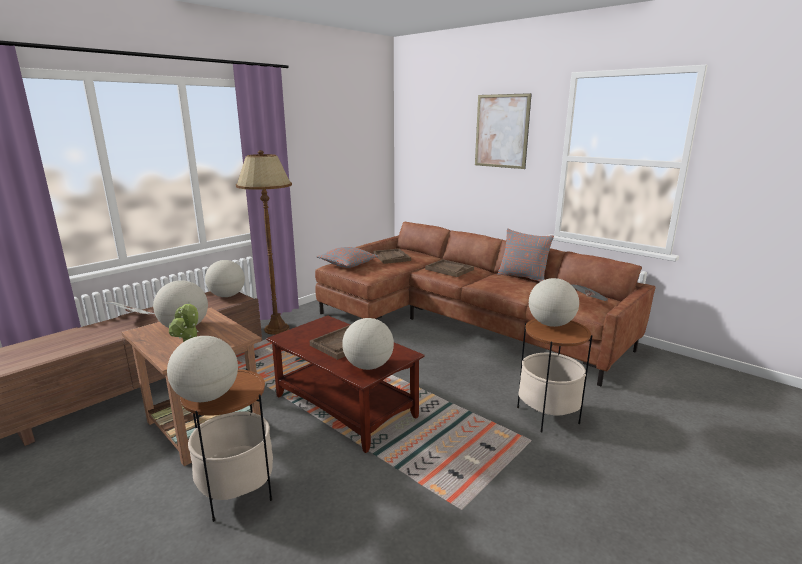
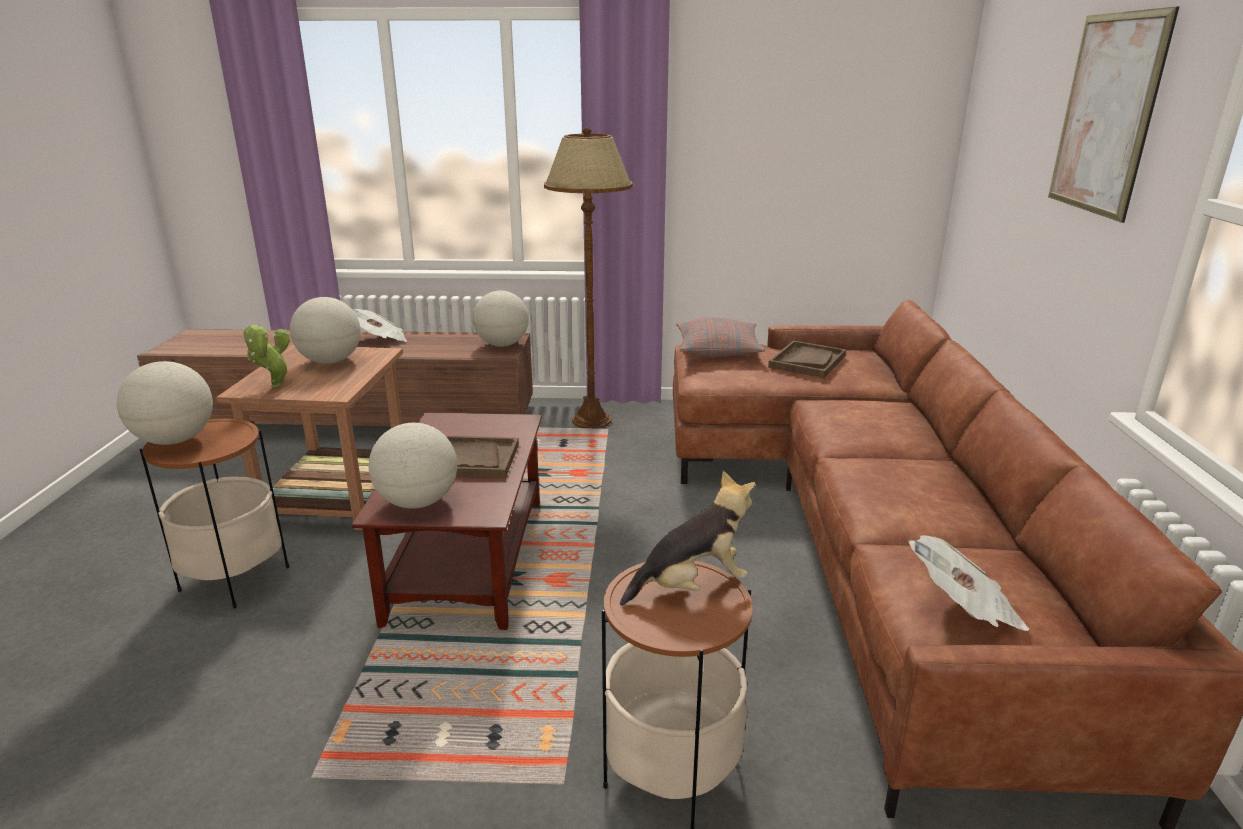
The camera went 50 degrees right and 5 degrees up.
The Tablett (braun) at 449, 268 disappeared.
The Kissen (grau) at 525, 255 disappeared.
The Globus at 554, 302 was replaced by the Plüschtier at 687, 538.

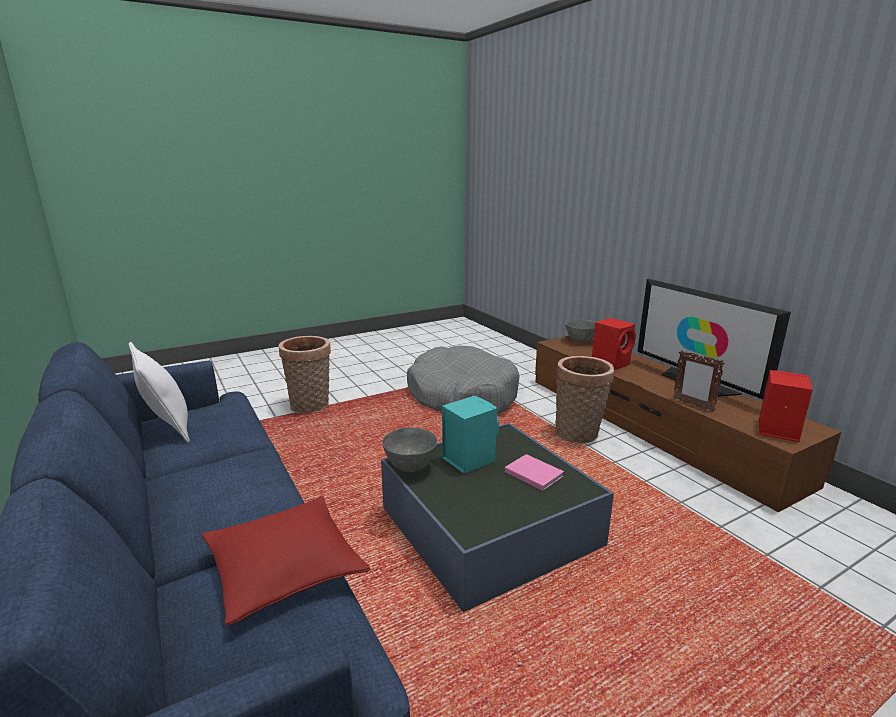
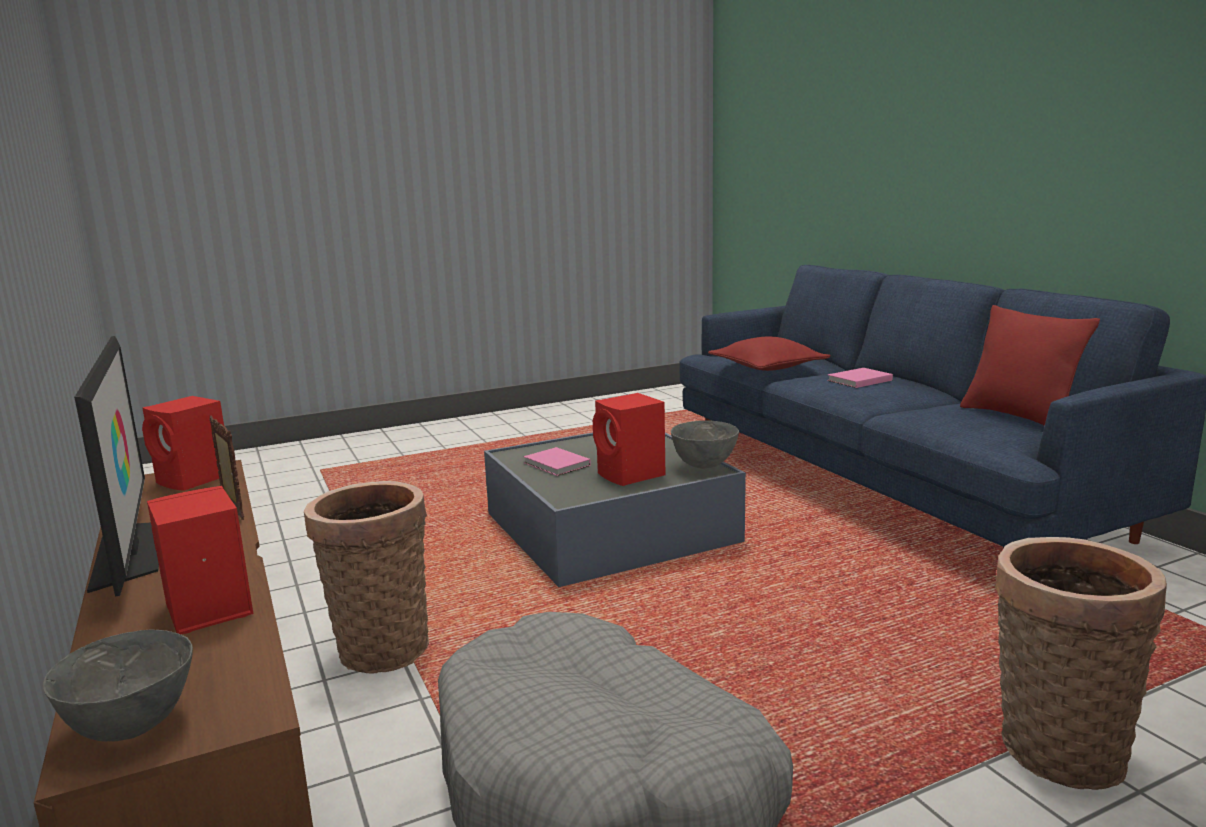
The camera went 175 degrees left and 5 degrees down.
The Buch (rosa) at 860, 378 appeared.
The Kissen (weiß) at 159, 392 became the Kissen (rot) at 1030, 365.
The Lautsprecher (türkis) at 470, 435 became the Lautsprecher (rot) at 629, 439.

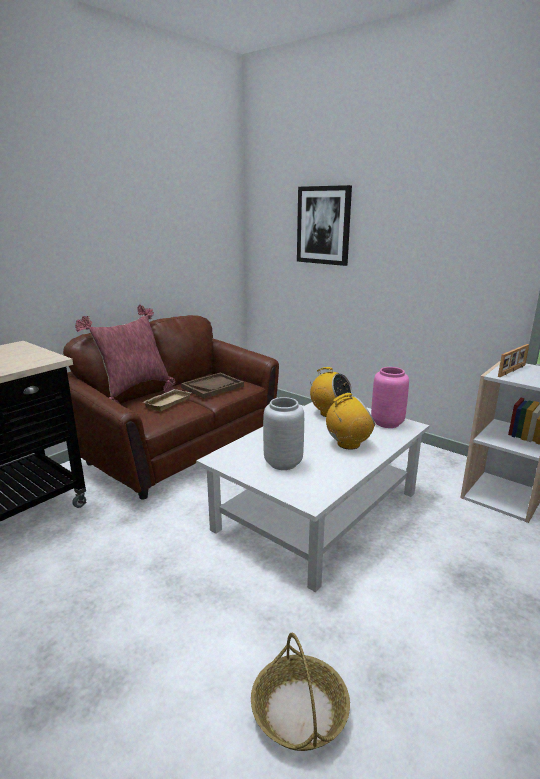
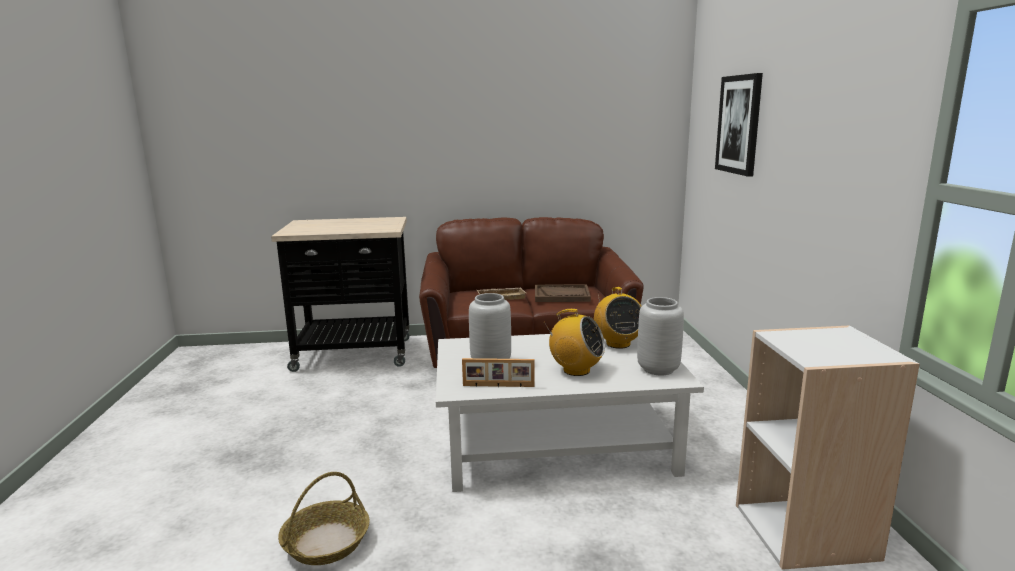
The camera went 45 degrees right and 5 degrees down.
The Kissen (rot) at 125, 354 disappeared.
The Bilderrahmen moved from 513, 360 to 498, 372.
The Vase (rosa) at 390, 397 became the Vase (grau) at 660, 336.

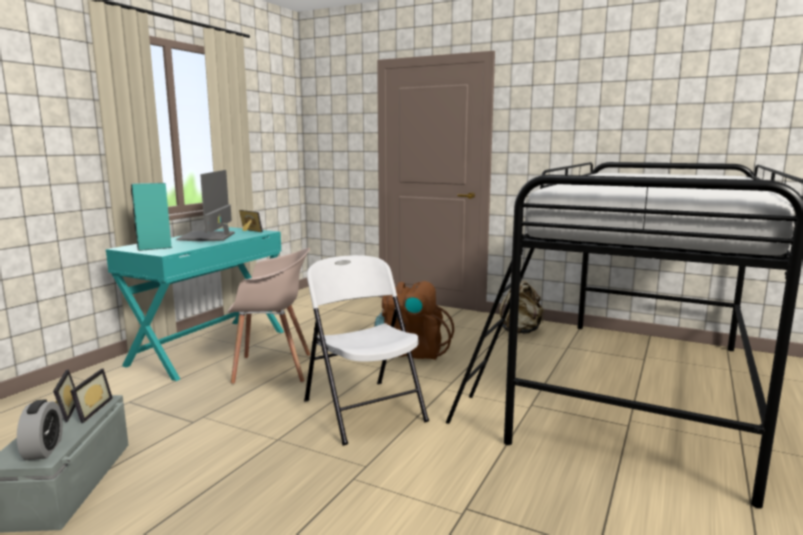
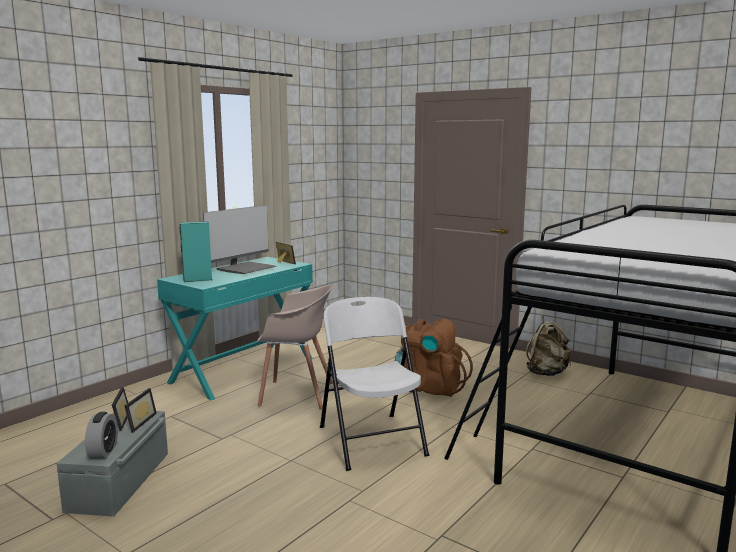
The camera went 10 degrees right and 0 degrees up.
The Monitor at 205, 205 turned 150 degrees counterclockwise.

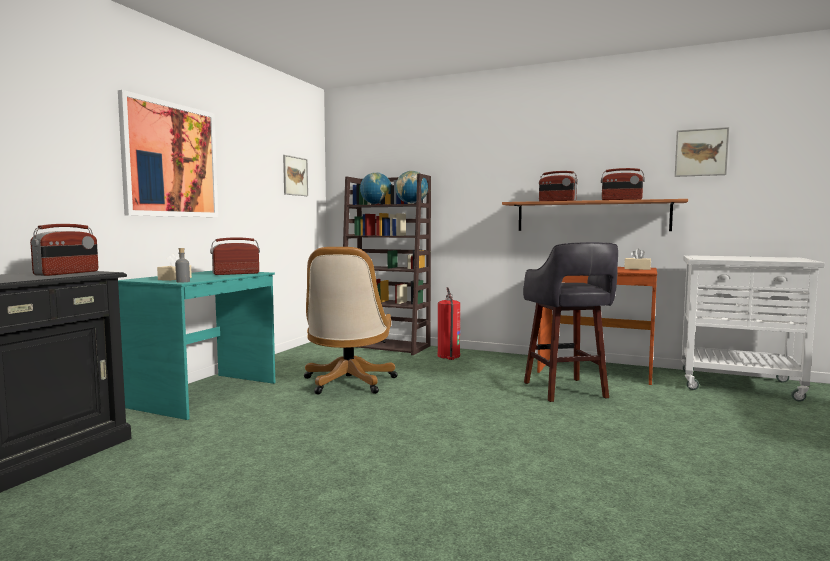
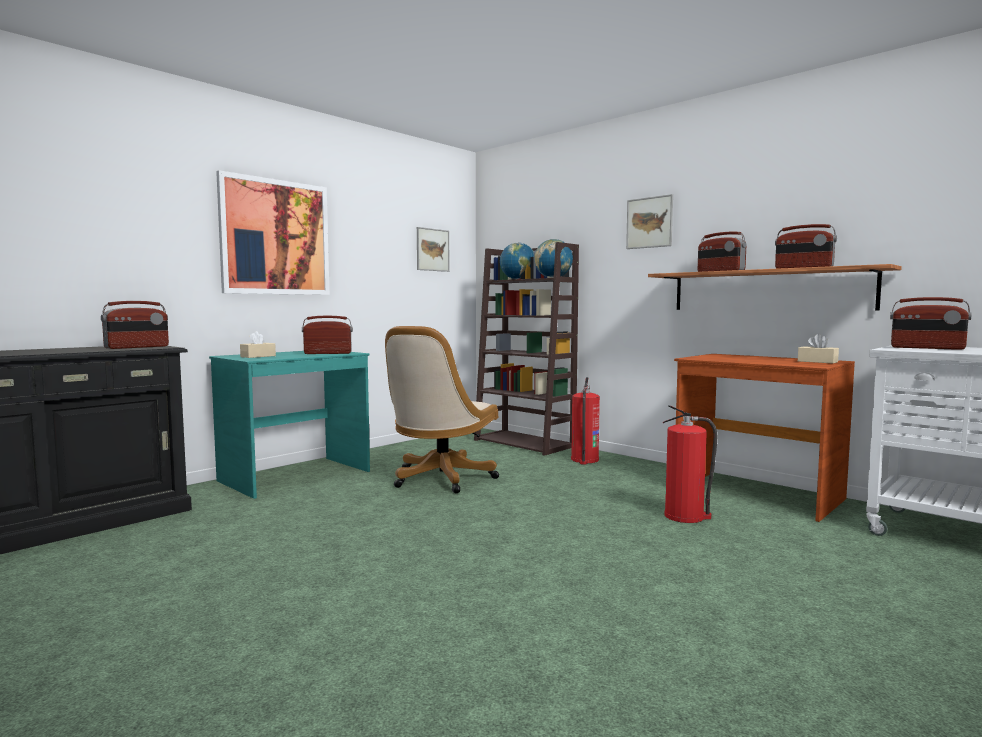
The camera went 20 degrees right and 0 degrees up.
The Flasche (grau) at 182, 265 disappeared.
The Radio at 931, 323 appeared.
The Bild moved from 702, 152 to 649, 221.
The Hocker (grau) at 570, 322 was replaced by the Feuerlöscher at 690, 464.

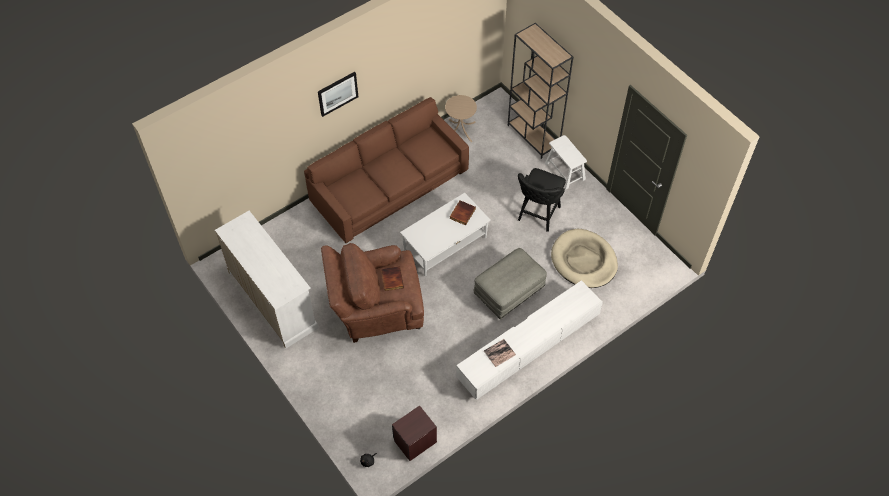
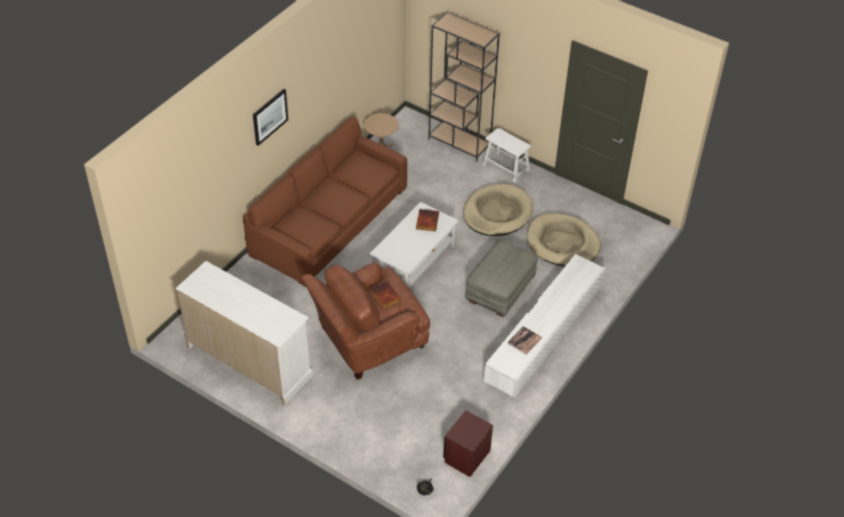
The camera went 20 degrees left and 10 degrees down.
The Hocker (schwarz) at 542, 200 was replaced by the Hundebett (beige) at 498, 209.

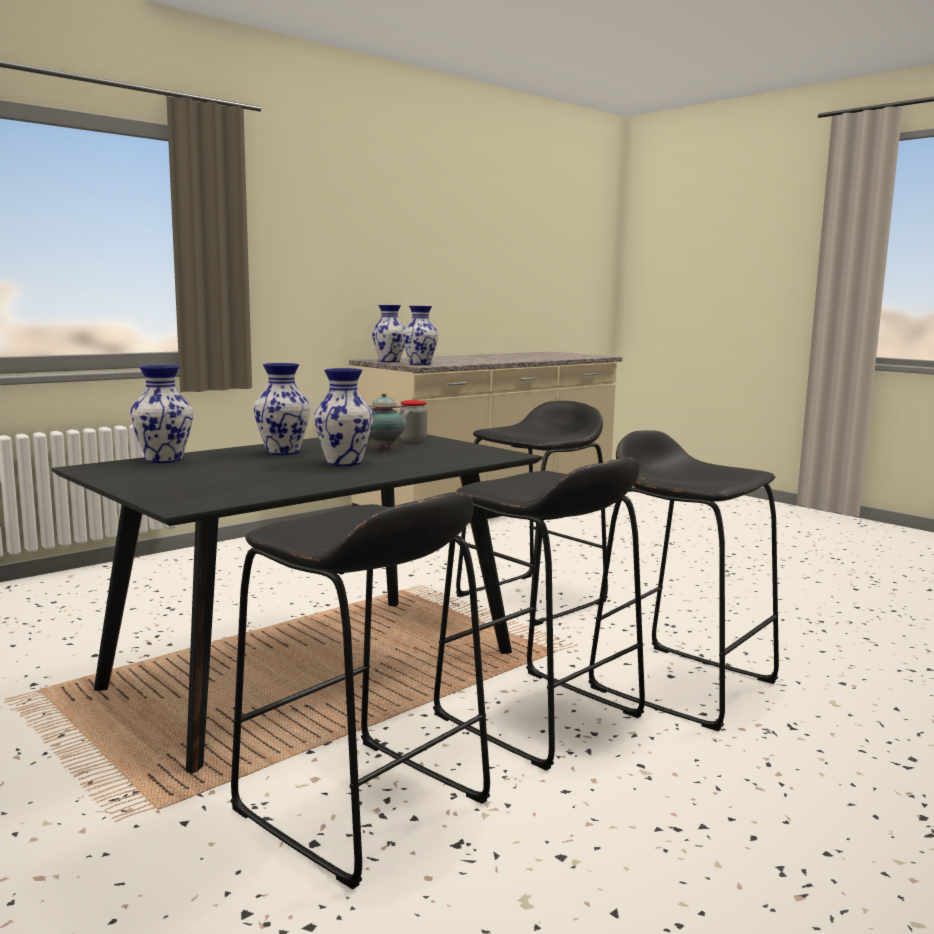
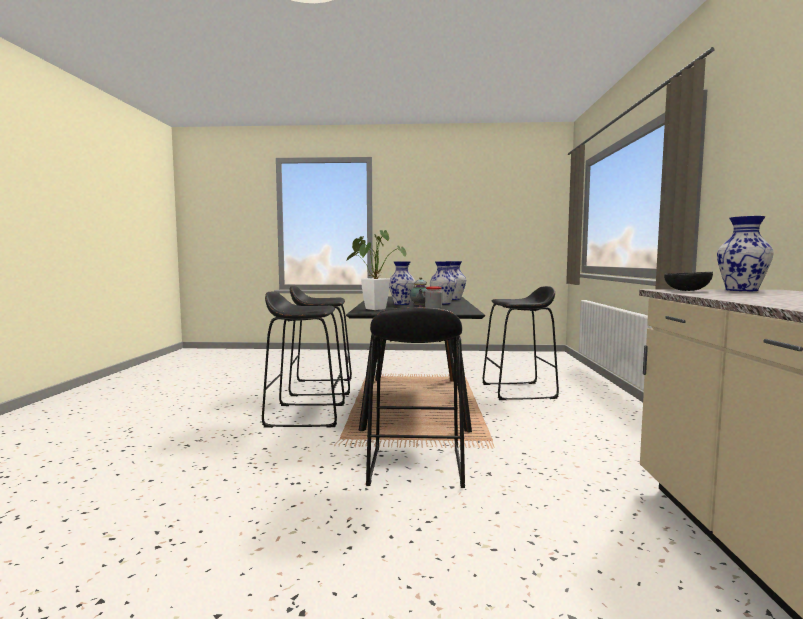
The camera went 135 degrees right and 5 degrees down.
The Topfpflanze at 377, 270 appeared.
The Hocker (schwarz) moved from 684, 581 to 520, 343.
The Vase at 420, 335 was replaced by the Schüssel (schwarz) at 688, 281.

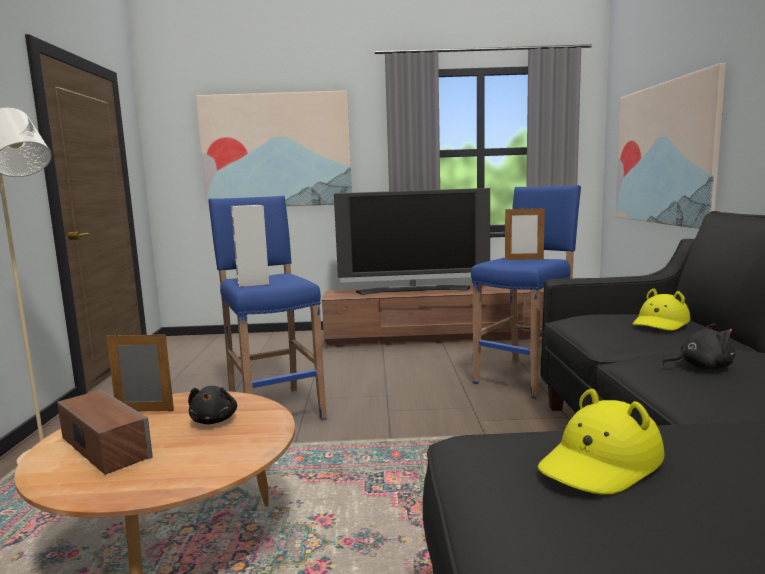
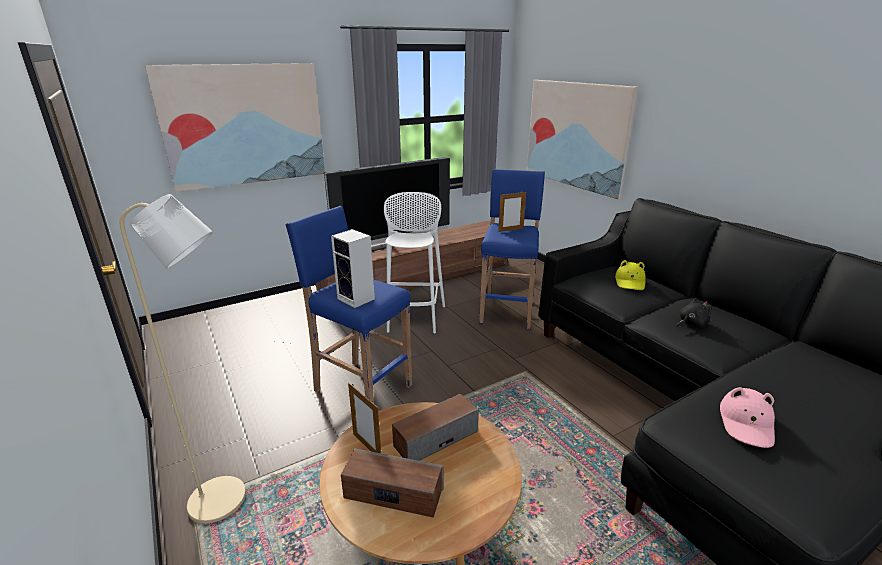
The camera went 30 degrees left and 15 degrees up.
The Hocker (weiß) at 414, 262 appeared.
The Plüschtier (schwarz) at 212, 405 was replaced by the Lautsprecher at 435, 427.
The Hut (gelb) at 601, 442 became the Hut (rosa) at 747, 417.
The Bilderrahmen at 140, 371 turned 105 degrees counterclockwise.

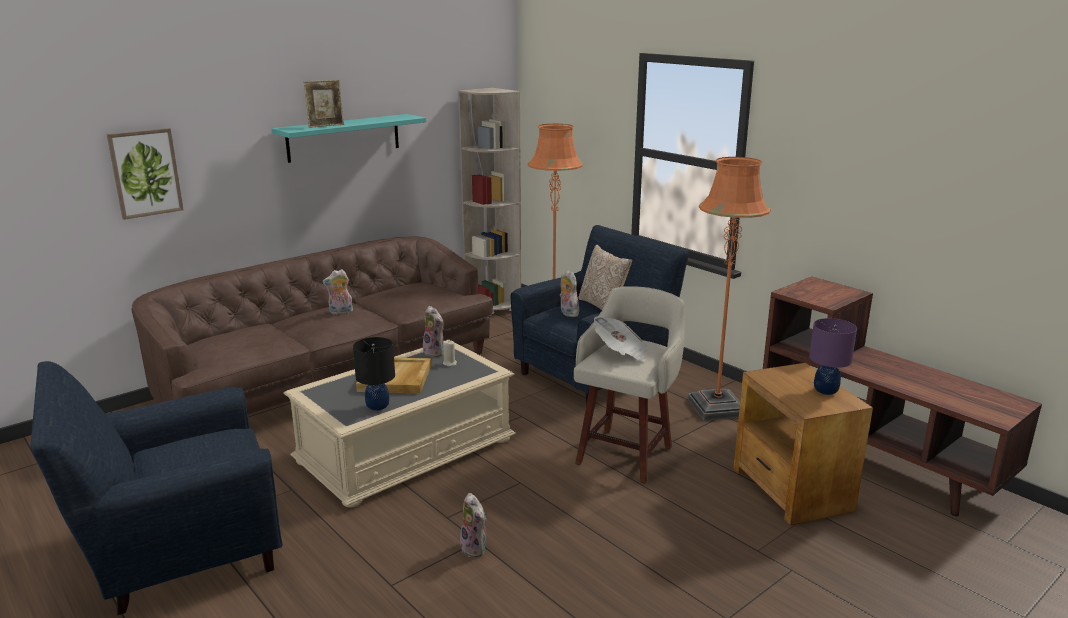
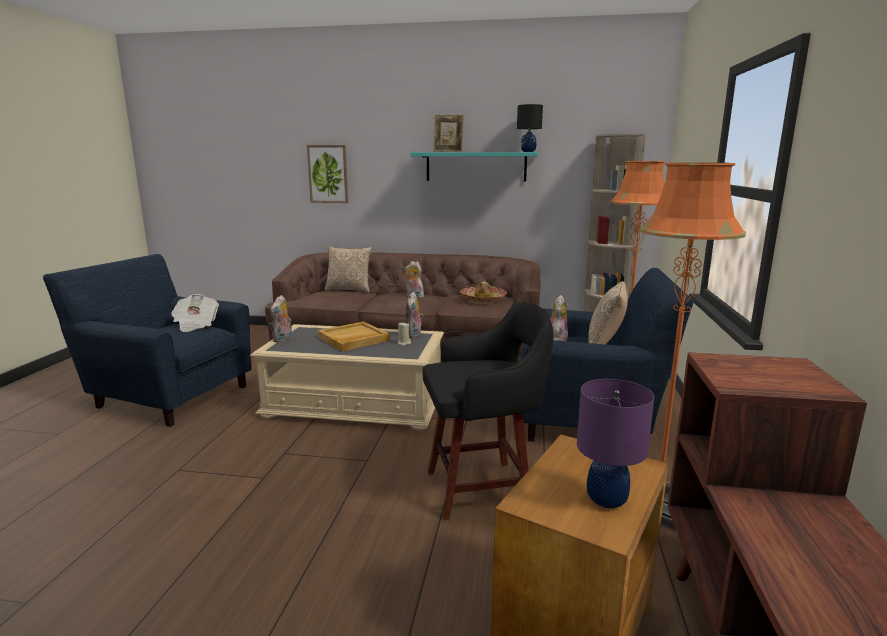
The camera went 50 degrees right and 5 degrees down.
The Kissen at 348, 269 appeared.
The Hut at 483, 292 appeared.
The Tischlampe (schwarz) moved from 374, 374 to 530, 128.
The Plüschtier moved from 473, 525 to 281, 319.
The Zeitung moved from 620, 338 to 195, 313.
The Hocker (beige) at 629, 384 became the Hocker (schwarz) at 488, 411.

